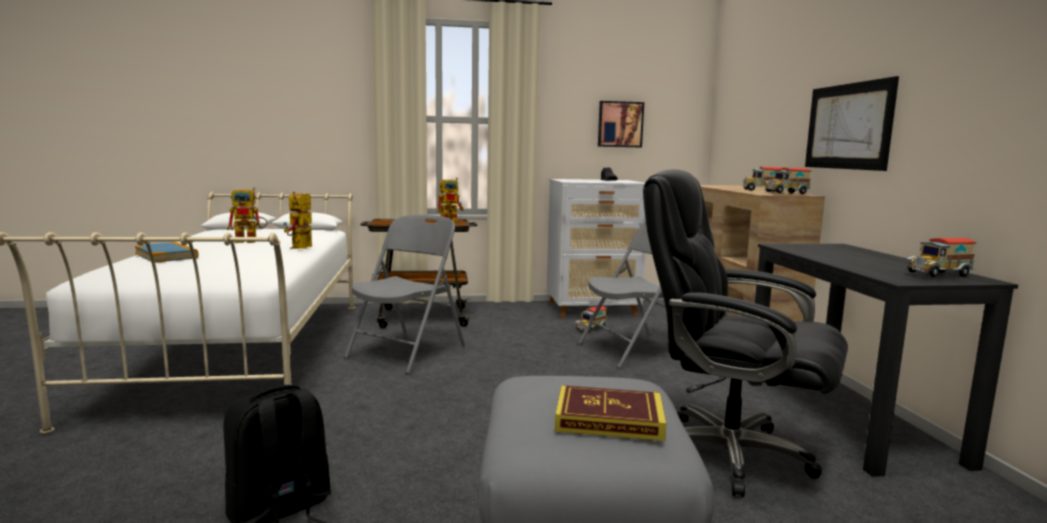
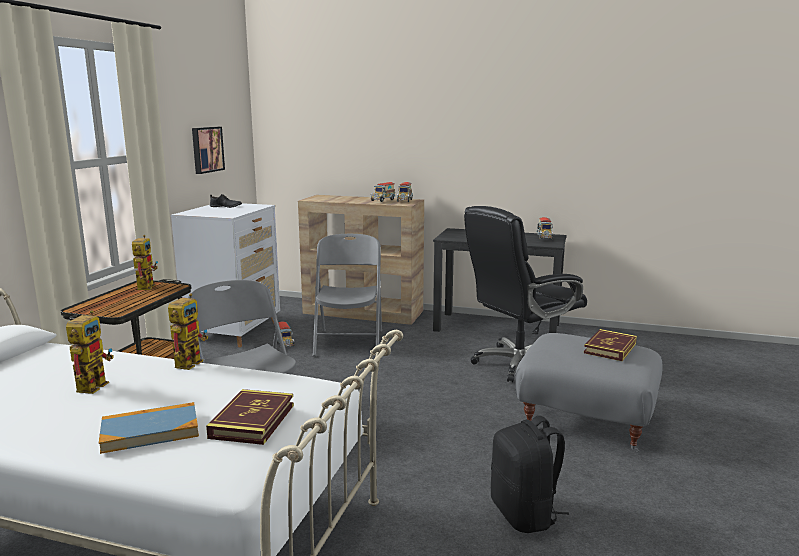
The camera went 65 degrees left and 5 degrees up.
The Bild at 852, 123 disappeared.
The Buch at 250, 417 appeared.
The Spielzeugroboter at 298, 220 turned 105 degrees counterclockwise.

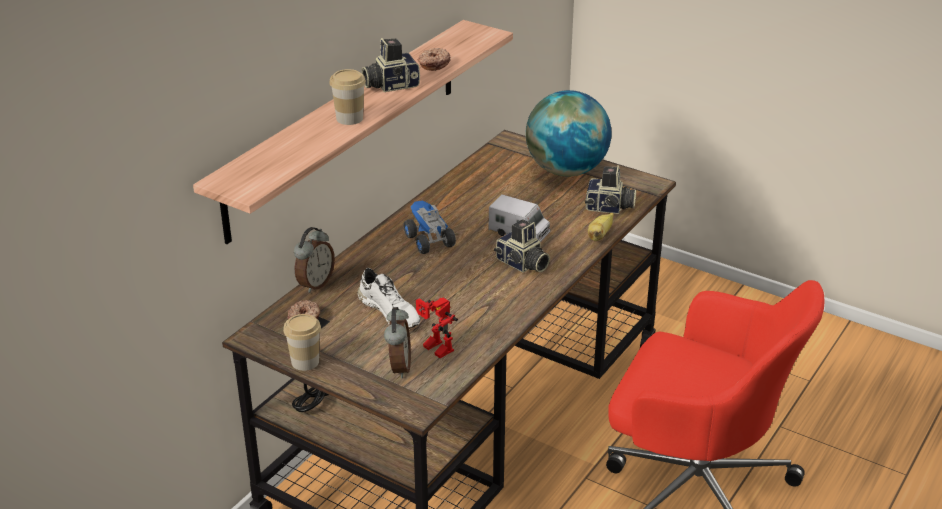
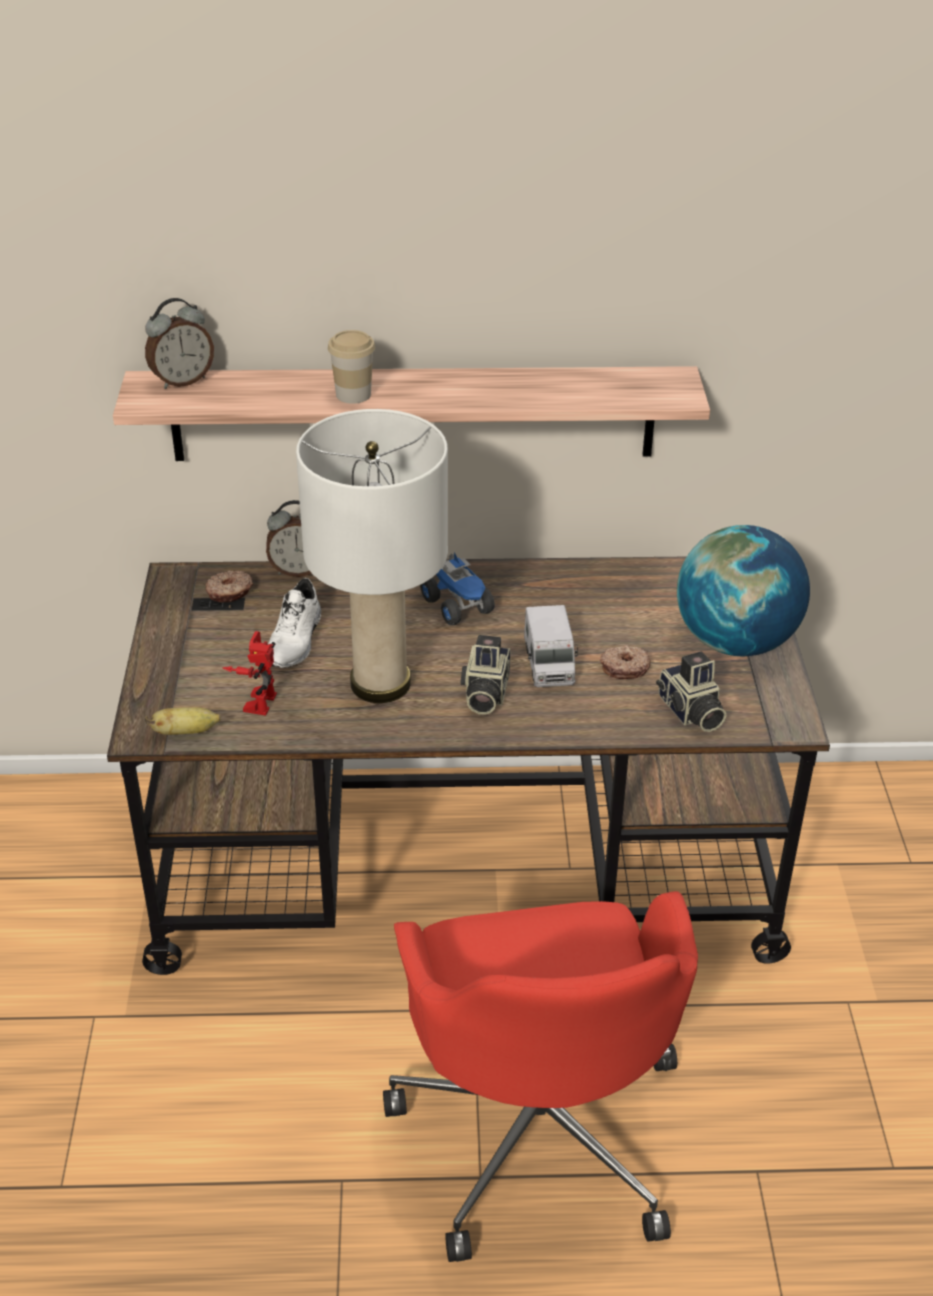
The camera went 55 degrees right and 5 degrees up.
The Tasse at 302, 342 disappeared.
The Kamera at 391, 65 disappeared.
The Tischlampe (weiß) at 372, 556 appeared.
The Wecker moved from 397, 342 to 179, 343.
The Donut moved from 434, 59 to 625, 662.
The Banane moved from 601, 227 to 183, 721.
The Spielzeuglaster at 429, 227 turned 120 degrees clockwise.

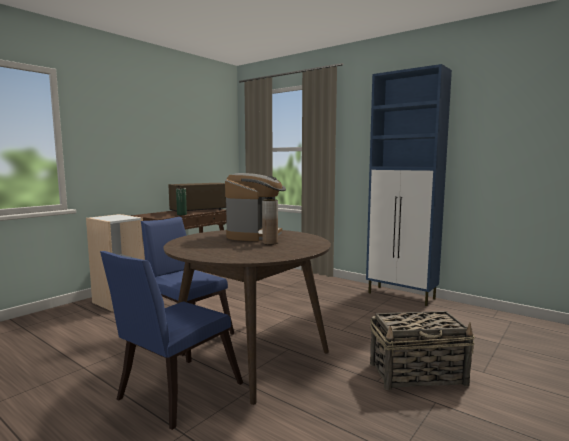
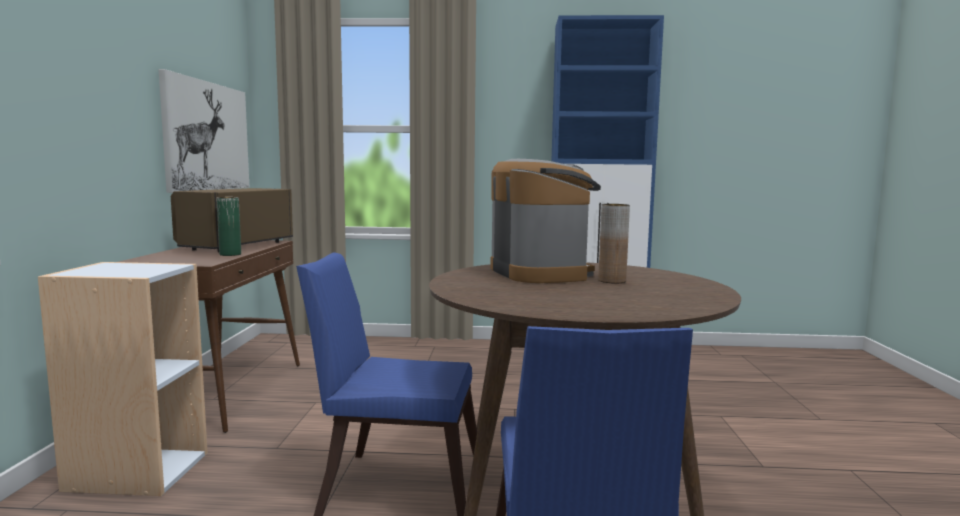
The camera went 35 degrees left and 0 degrees up.
The Korb at 422, 350 disappeared.
The Bild at 203, 131 appeared.

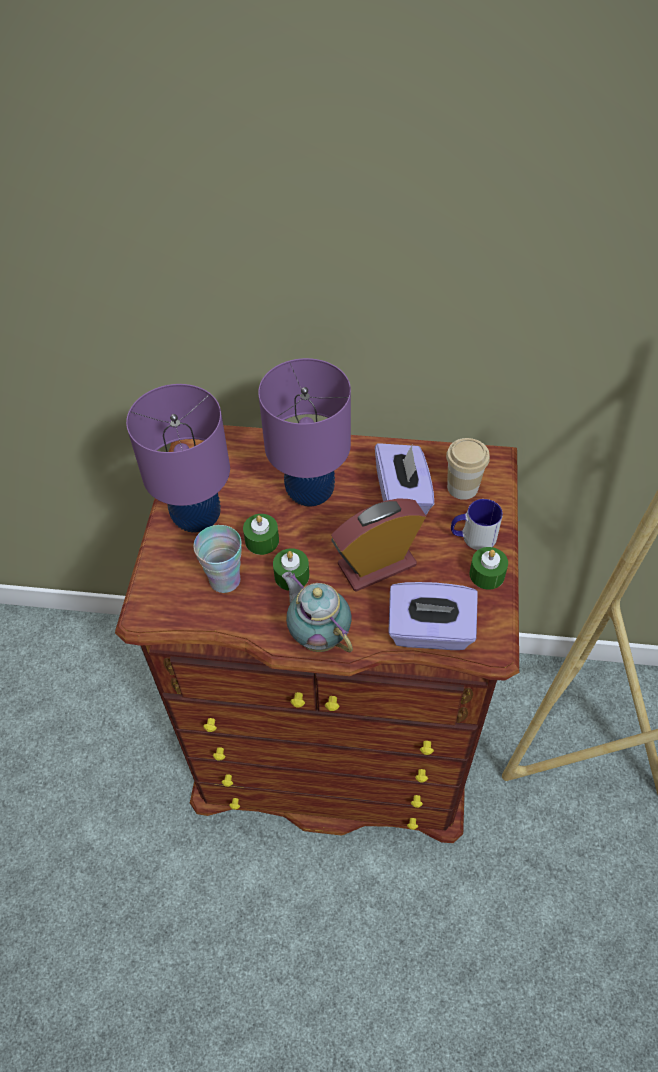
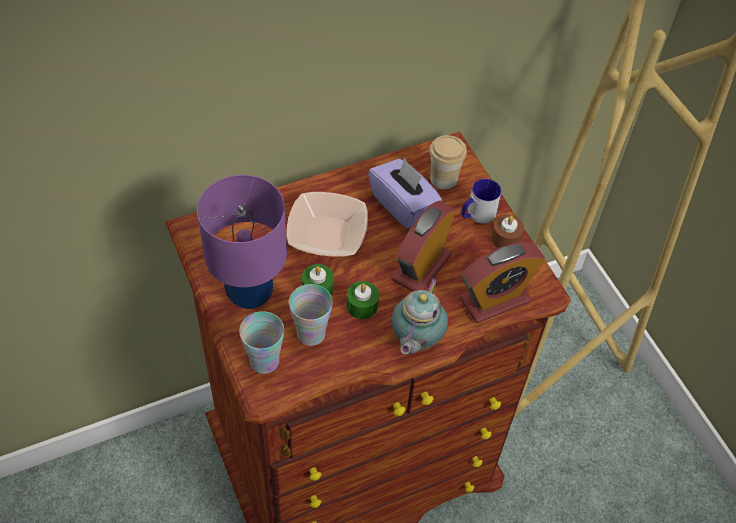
The camera went 35 degrees left and 0 degrees up.
The Tasse at 261, 342 appeared.
The Tischlampe (lila) at 304, 432 was replaced by the Schüssel at 327, 224.
The Taschentuchbox (lila) at 433, 616 was replaced by the Wecker at 502, 282.
The Kerze (grün) at 488, 568 became the Kerze (braun) at 507, 231.
The Teekanne at 317, 611 turned 90 degrees counterclockwise.

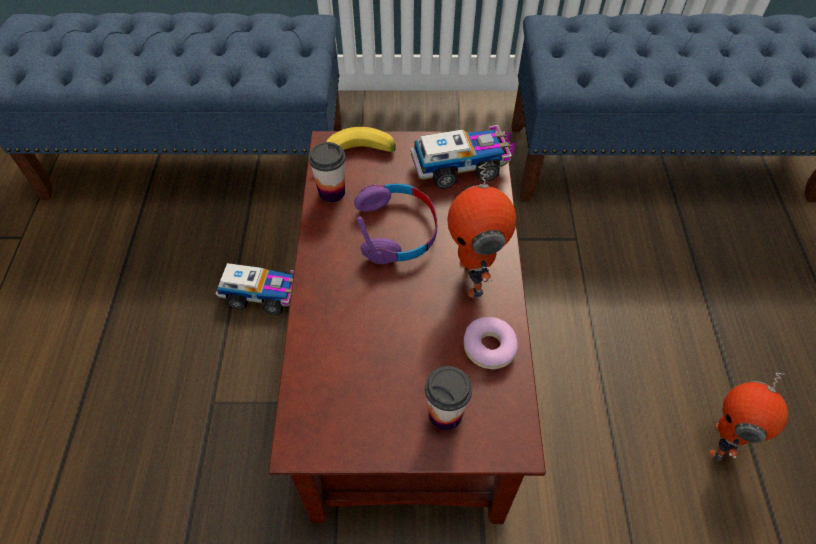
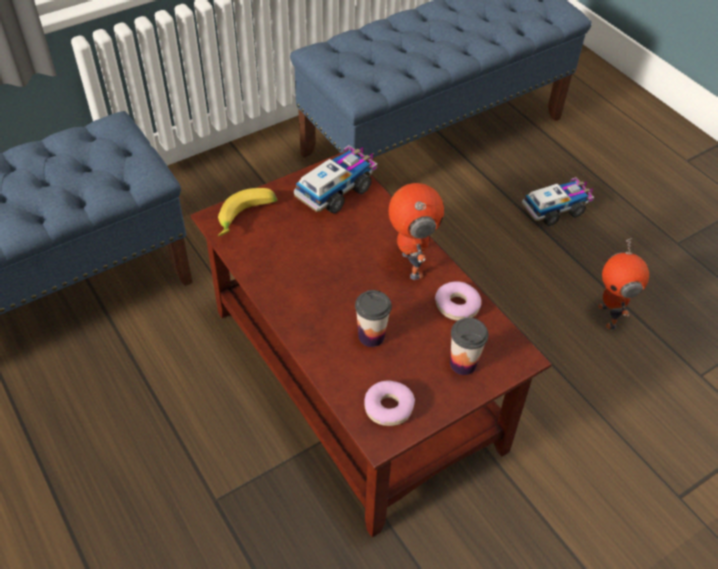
The camera went 35 degrees left and 5 degrees down.
The Kopfhörer (lila) at 395, 224 disappeared.
The Donut at 389, 403 appeared.
The Spielzeuglaster moved from 254, 289 to 558, 201.
The Tasse moved from 327, 172 to 373, 318.
The Spielzeugroboter at 481, 230 turned 150 degrees counterclockwise.

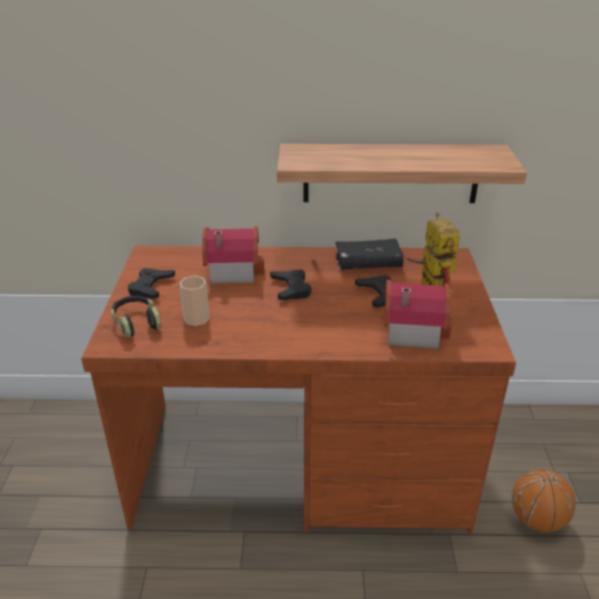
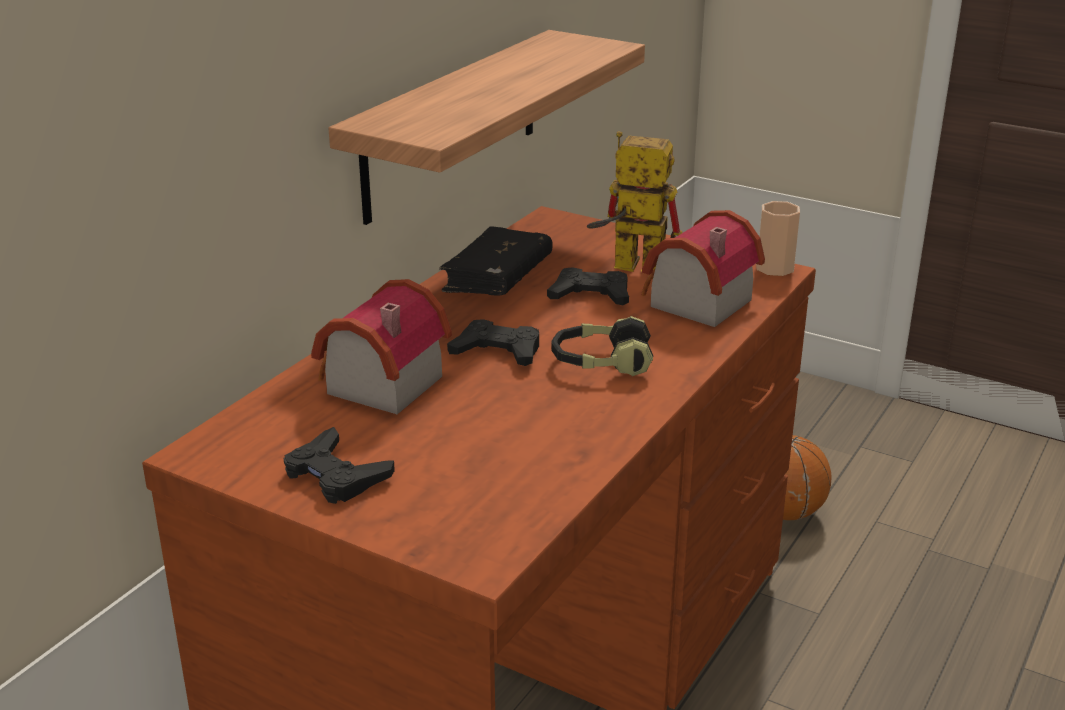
The camera went 60 degrees left and 5 degrees down.
The Kopfhörer moved from 136, 317 to 602, 346.
The Tasse moved from 194, 301 to 778, 238.

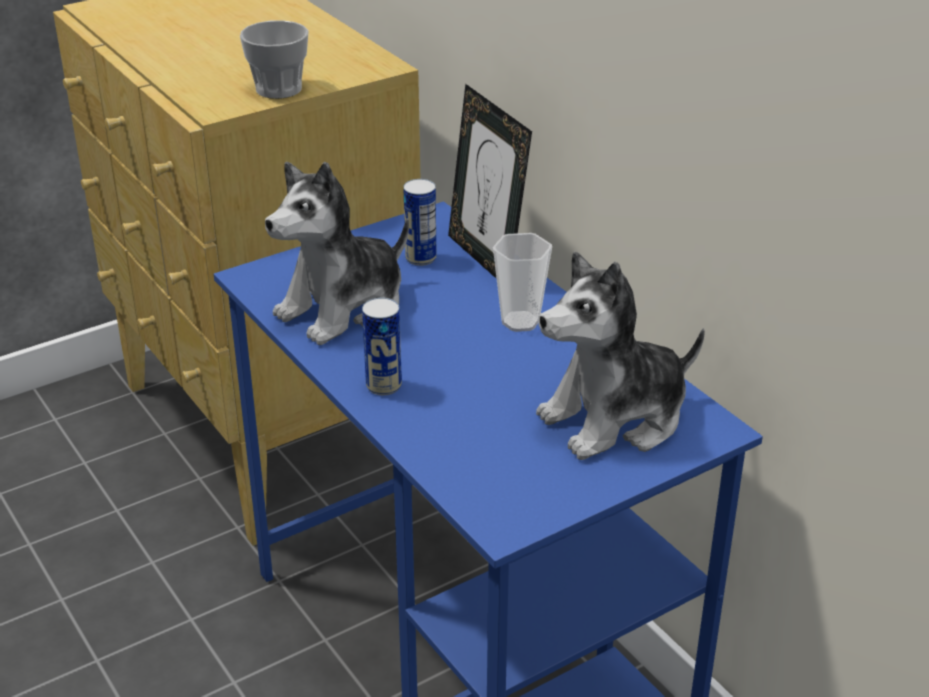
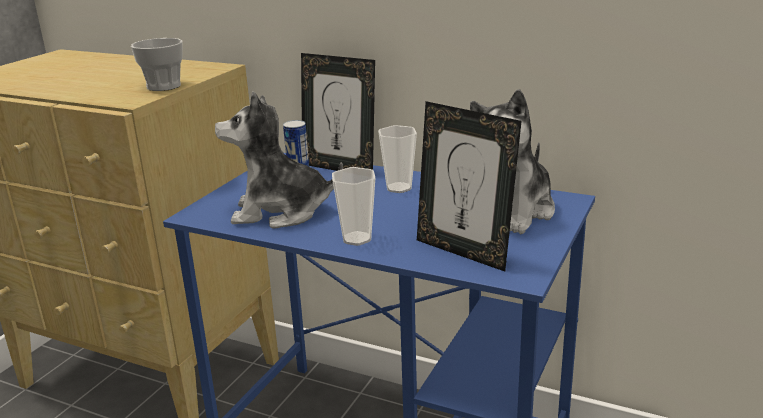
The camera went 30 degrees left and 10 degrees down.
The Bilderrahmen at 469, 186 appeared.
The Dose at 382, 346 was replaced by the Tasse at 353, 206.
The Plüschtier at 337, 253 turned 75 degrees clockwise.

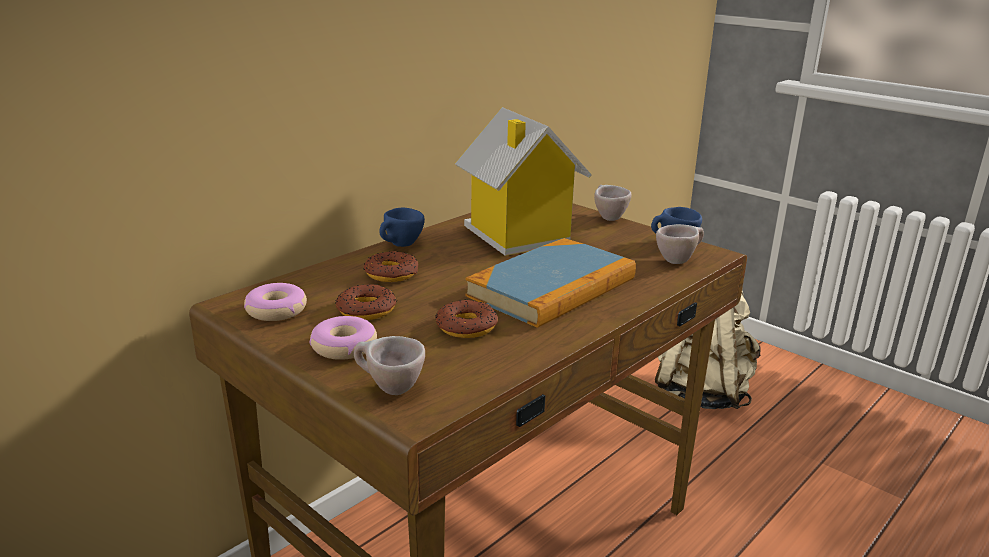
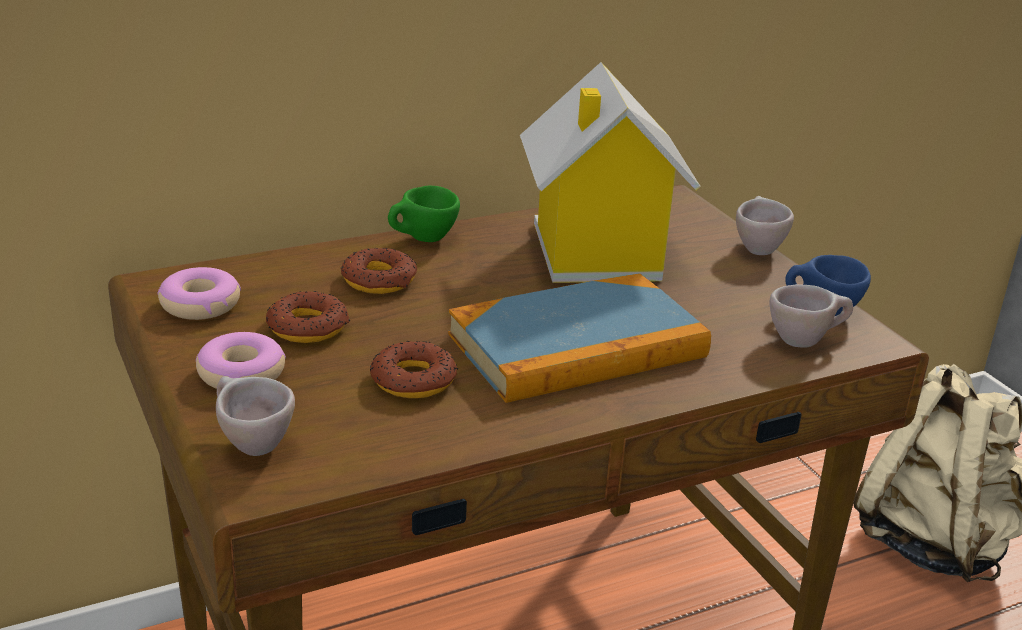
The camera went 20 degrees right and 5 degrees up.
The Tasse (blau) at 402, 227 became the Tasse (grün) at 424, 214.

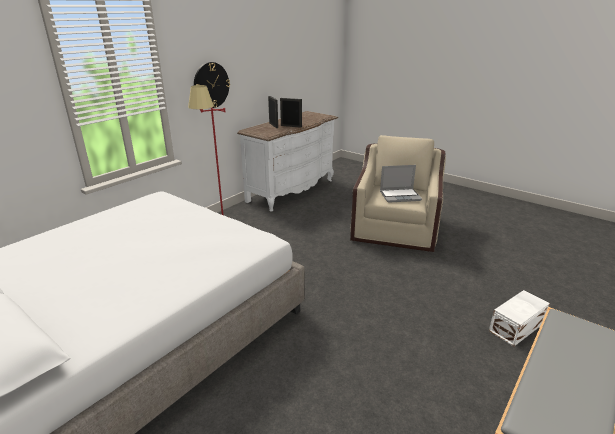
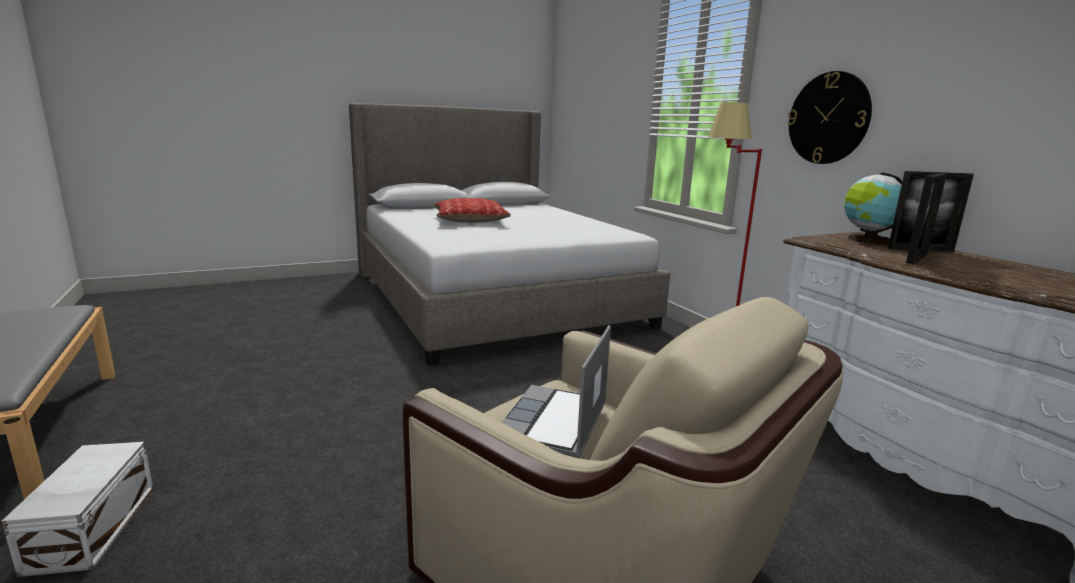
The camera went 115 degrees right and 10 degrees down.
The Kissen at 472, 210 appeared.
The Globus at 873, 208 appeared.

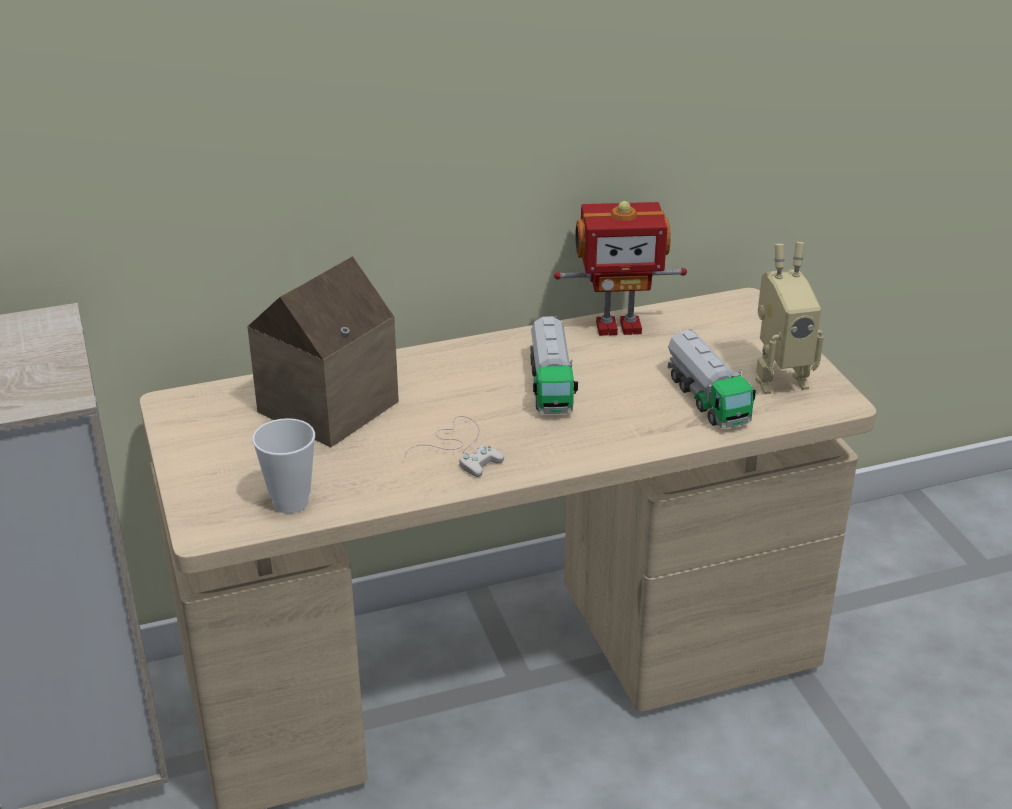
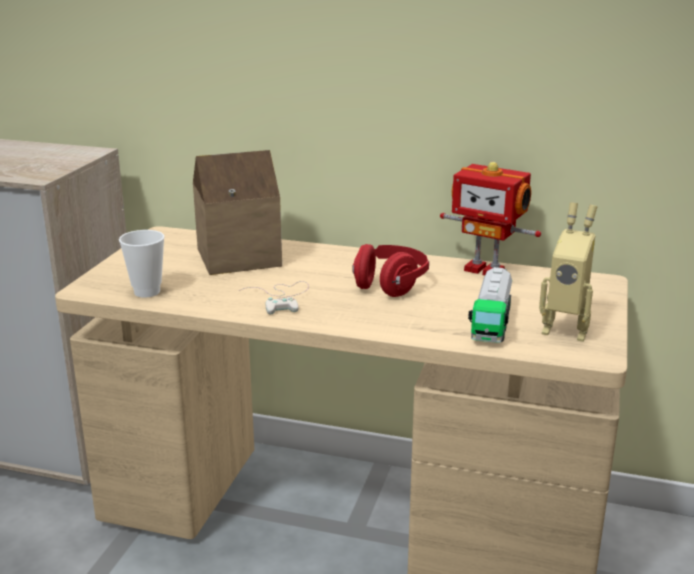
The camera went 35 degrees right and 10 degrees down.
The Spielzeuglaster at 554, 365 was replaced by the Kopfhörer (rot) at 390, 270.

